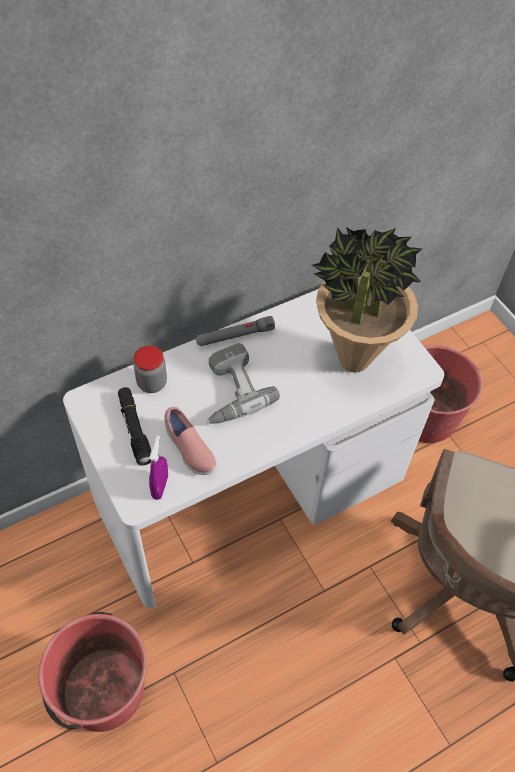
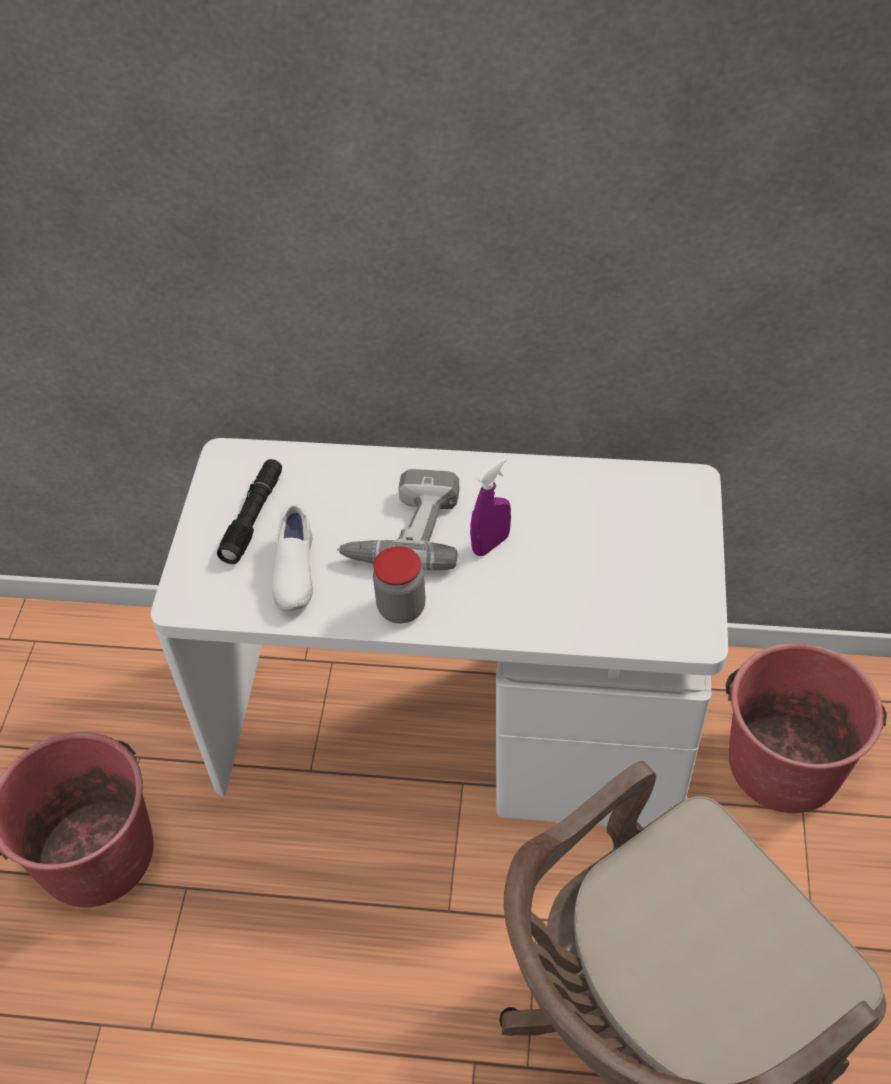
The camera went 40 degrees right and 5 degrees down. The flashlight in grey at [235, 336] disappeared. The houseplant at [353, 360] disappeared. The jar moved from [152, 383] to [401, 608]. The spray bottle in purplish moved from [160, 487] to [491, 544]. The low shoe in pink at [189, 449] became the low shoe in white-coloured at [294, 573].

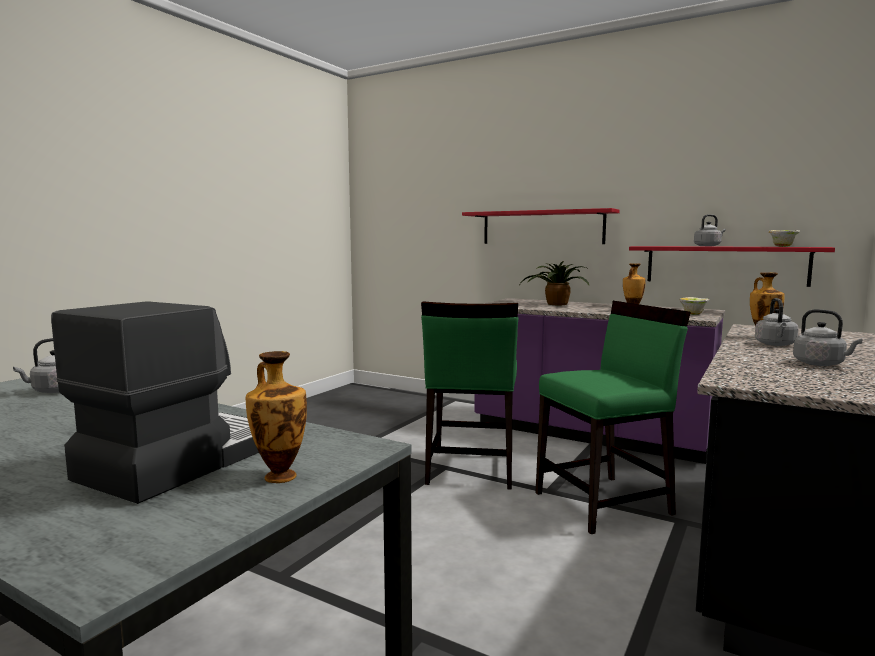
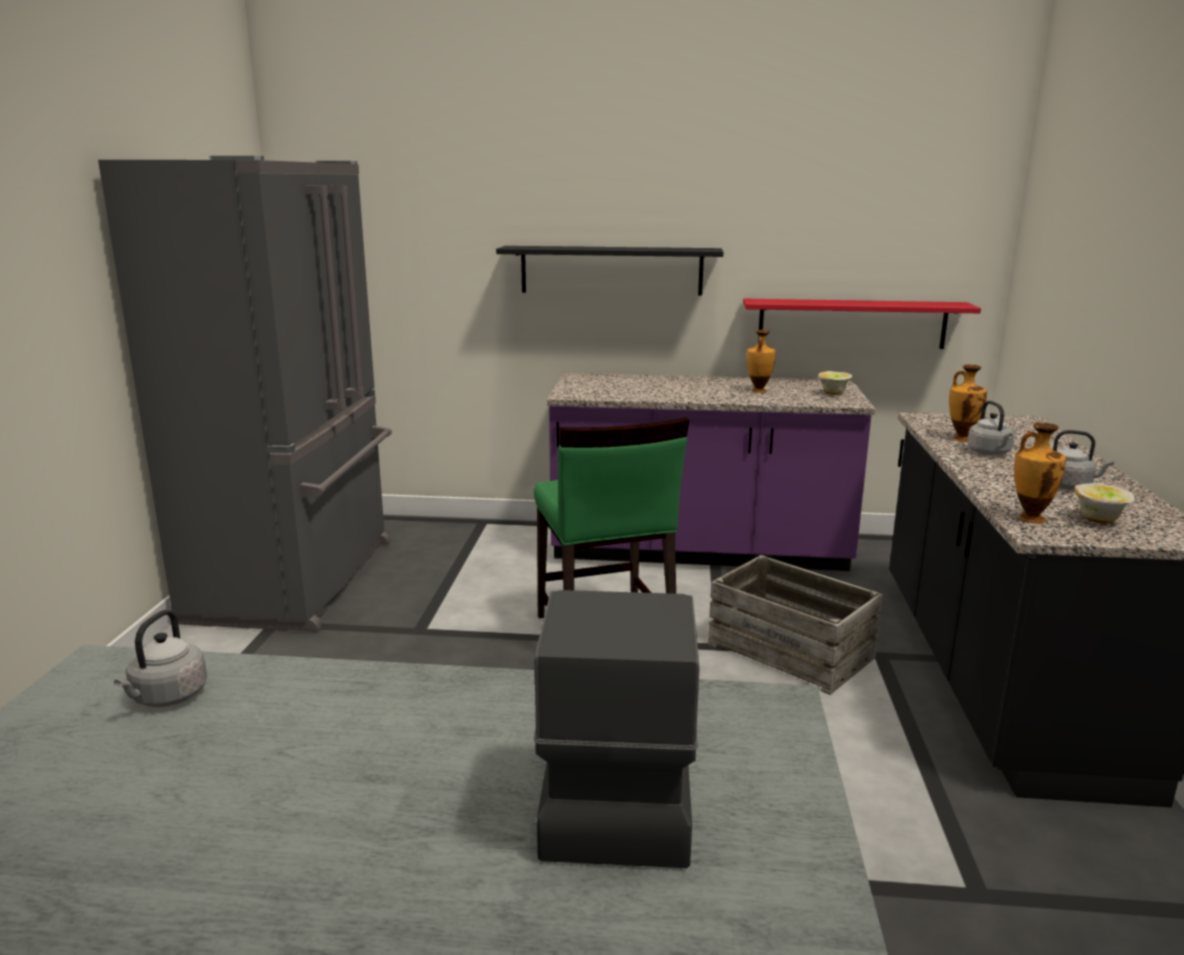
The camera went 25 degrees left and 10 degrees up. The houseplant at [555, 304] disappeared. The water kettle in grey at [708, 246] disappeared. The kitchen fridge in grey at [299, 579] appeared. The decorative vase moved from [279, 476] to [1030, 518]. The serving bowl moved from [783, 246] to [1099, 520]. The upright chair in green-coloured at [604, 503] was replaced by the crate at [791, 650]. The wall shelf in reddish at [542, 227] became the wall shelf in blackish at [611, 270].

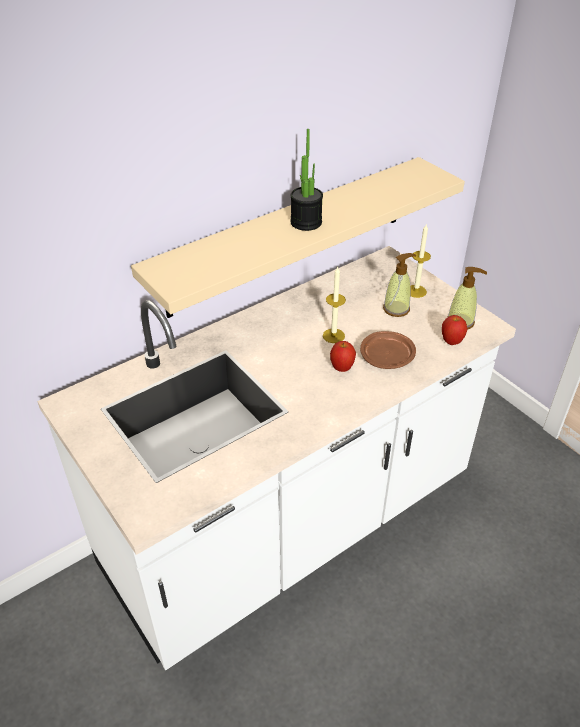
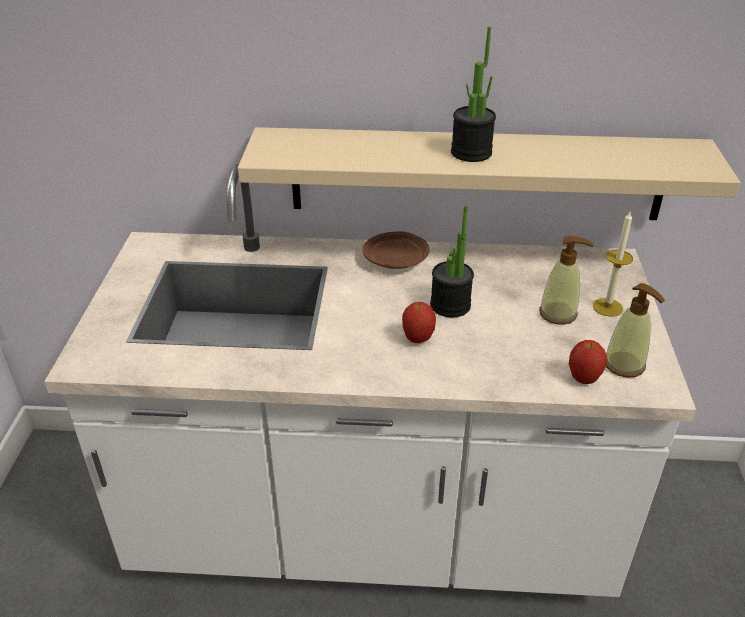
The camera went 40 degrees right and 5 degrees down. The flat dish in brownish moved from [387, 357] to [396, 260]. The wax candle at [333, 336] was replaced by the houseplant at [450, 305].

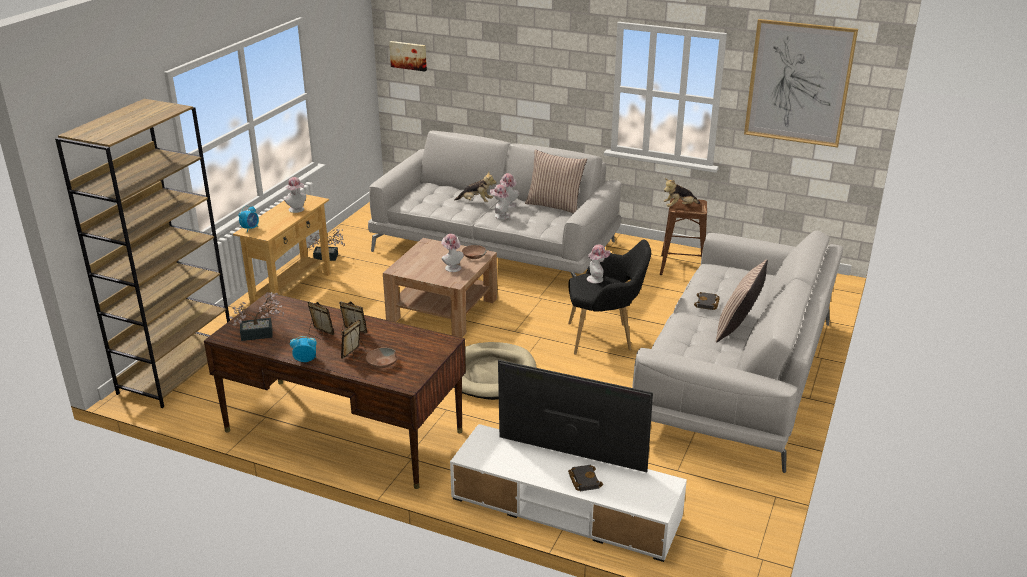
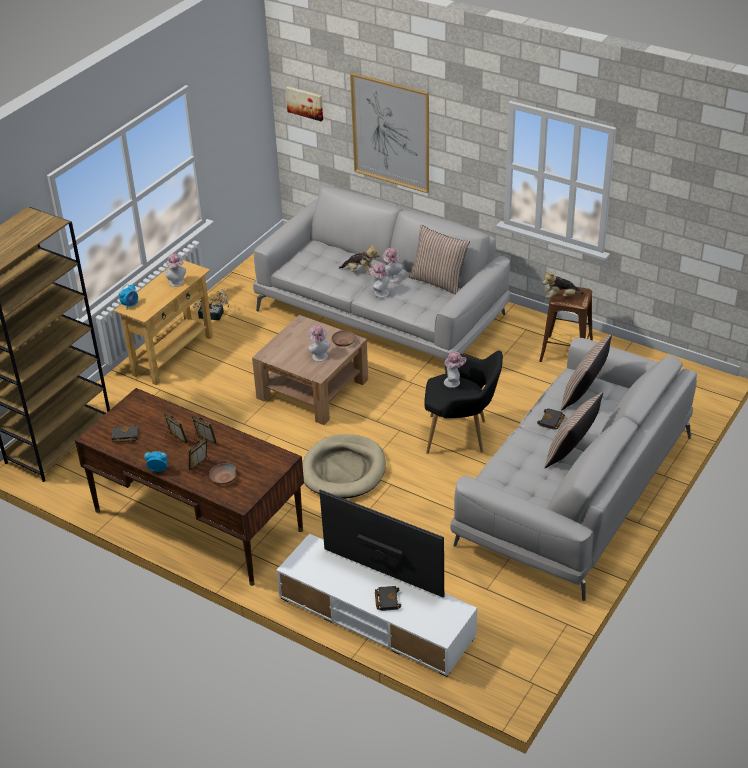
The camera went 10 degrees right and 10 degrees up. The pillow at [584, 395] appeared. The wall picture moved from [798, 83] to [390, 132]. The houseplant at [261, 333] was replaced by the book in blackish at [124, 436].

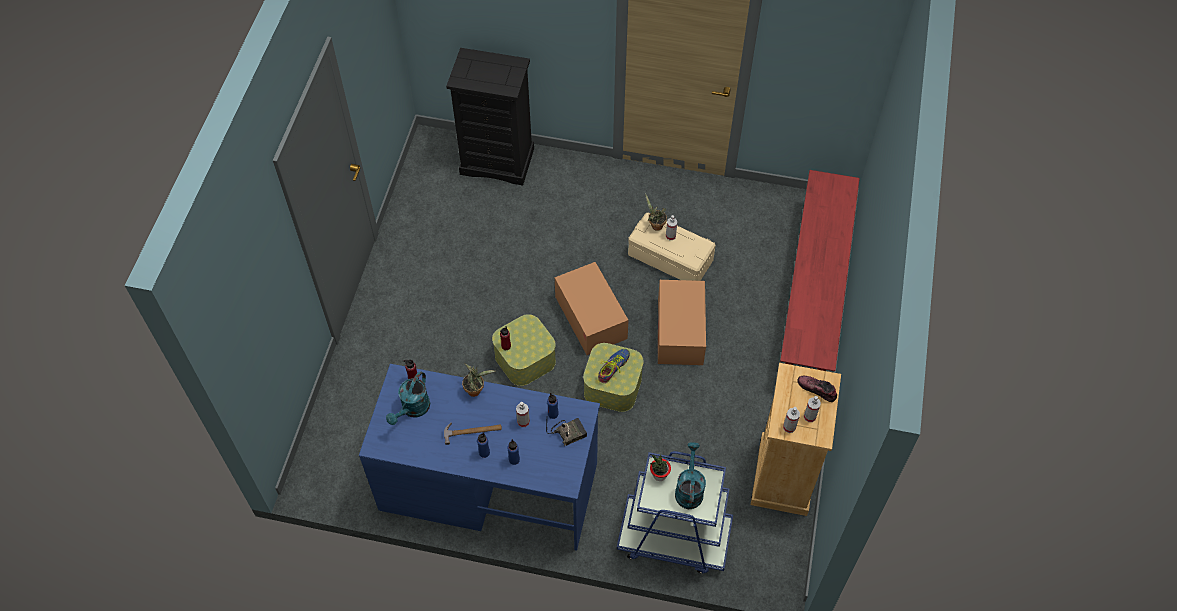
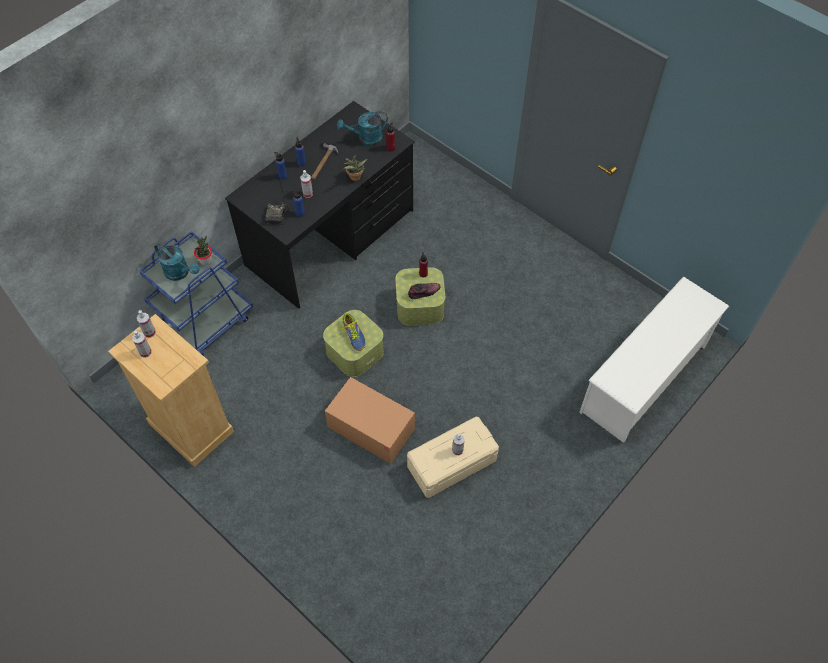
The camera went 120 degrees right and 0 degrees up. The carton at [590, 317] disappeared. The houseplant at [655, 225] disappeared. The indoor bench in reddish at [813, 297] disappeared. The low shoe moved from [817, 390] to [424, 292]. The dresser in blackish at [497, 161] was replaced by the shoe stand in white-coloured at [644, 378]. The desk in blue-coloured at [488, 485] became the desk in blackish at [331, 237]. The watering can in turquoise at [413, 409] turned 75 degrees counterclockwise.

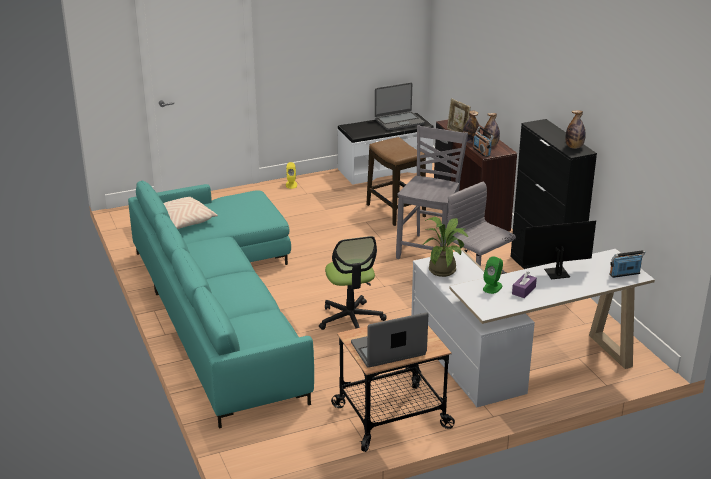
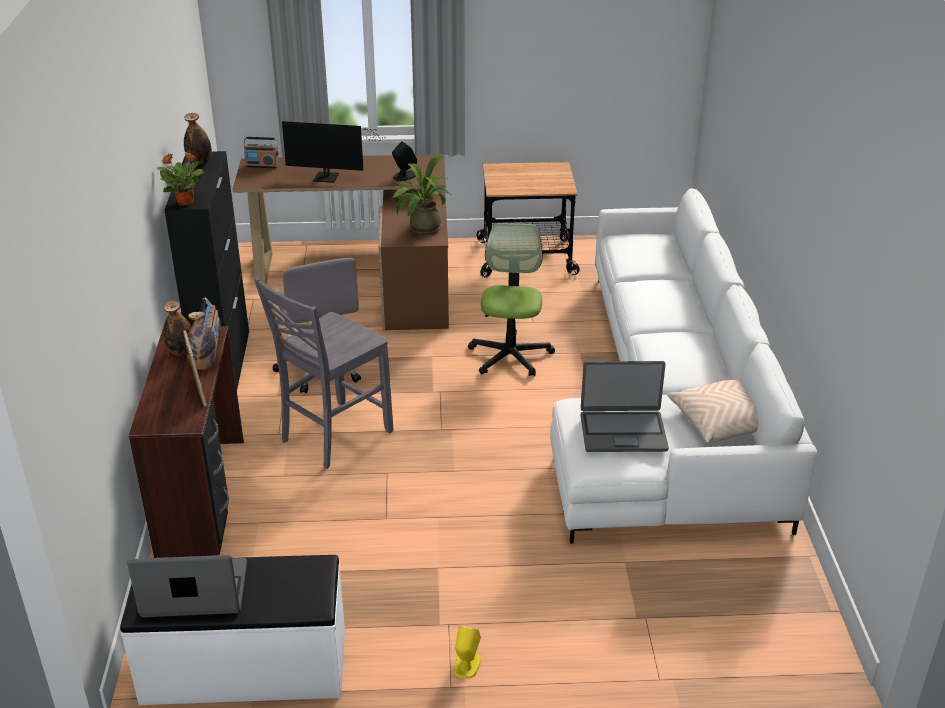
The camera went 160 degrees left and 5 degrees up. The sitting stool at [395, 211] disappeared. The box of tissues in purplish at [523, 290] disappeared. The houseplant at [186, 202] appeared. The portable computer moved from [388, 350] to [623, 432]. The couch in turquoise at [222, 308] became the couch in white-coloured at [668, 404]. The desk in white-coloured at [516, 361] became the desk in brownish at [367, 278]. The audio speaker in green-coloured at [492, 287] became the audio speaker in blackish at [404, 176].

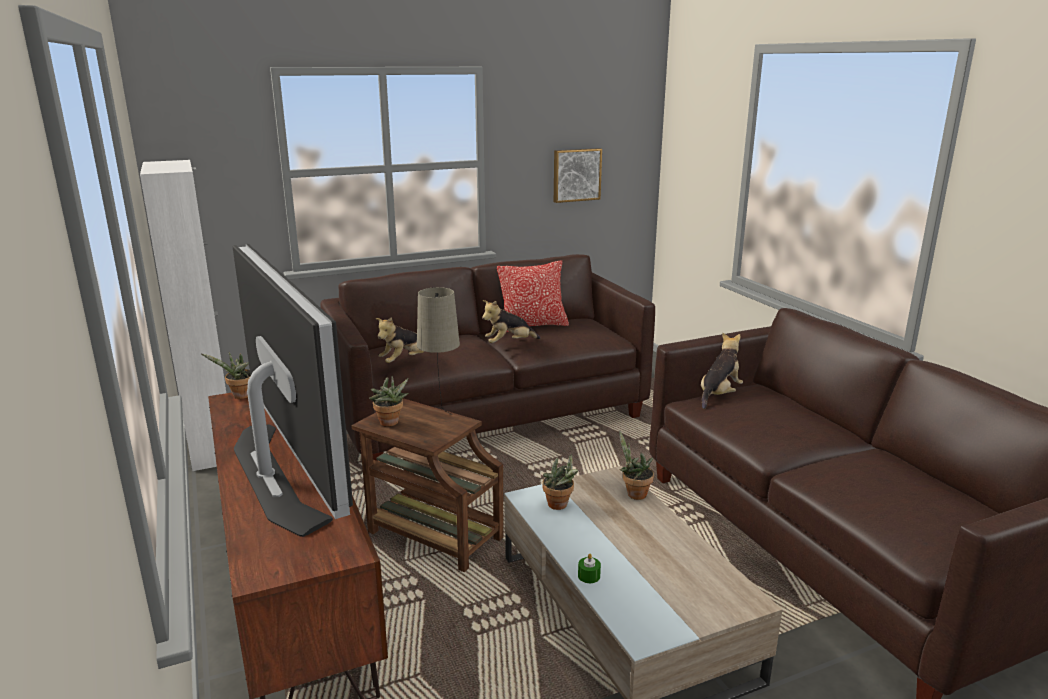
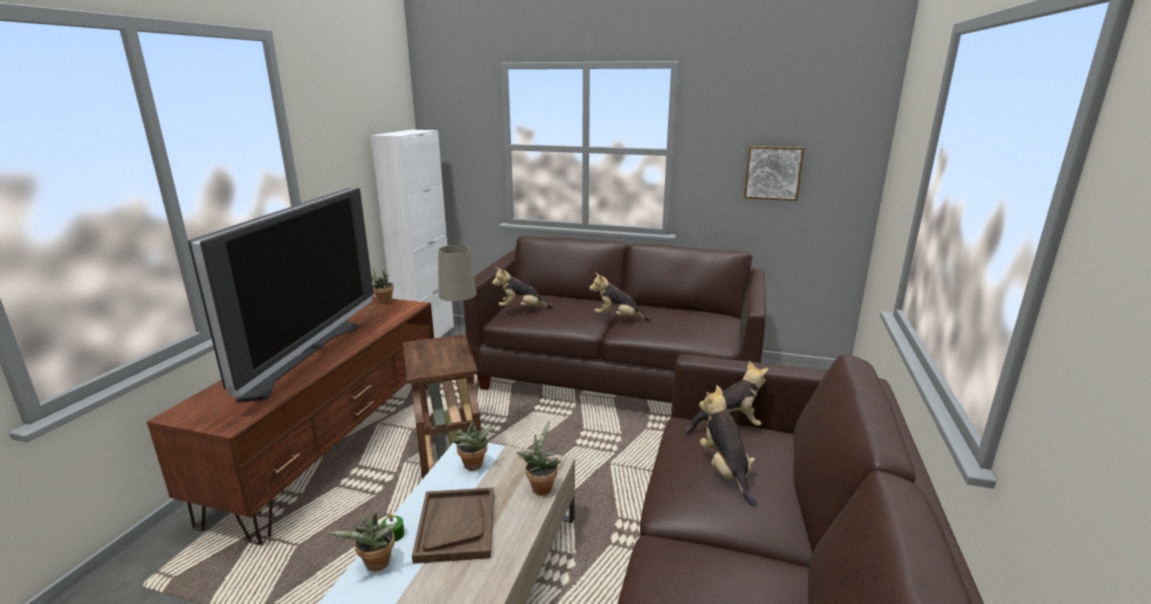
The camera went 40 degrees right and 0 degrees up. The pillow at [533, 326] disappeared. The serving tray in brownish at [456, 526] appeared. The cuddly toy at [725, 471] appeared. The houseplant moved from [390, 423] to [376, 565].

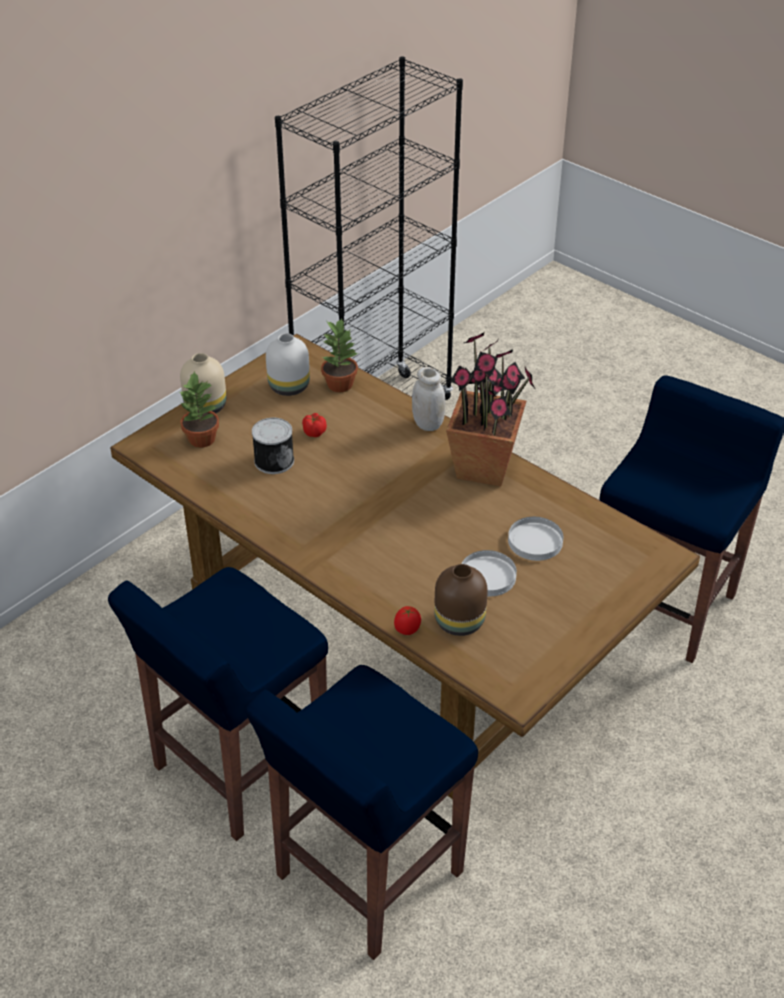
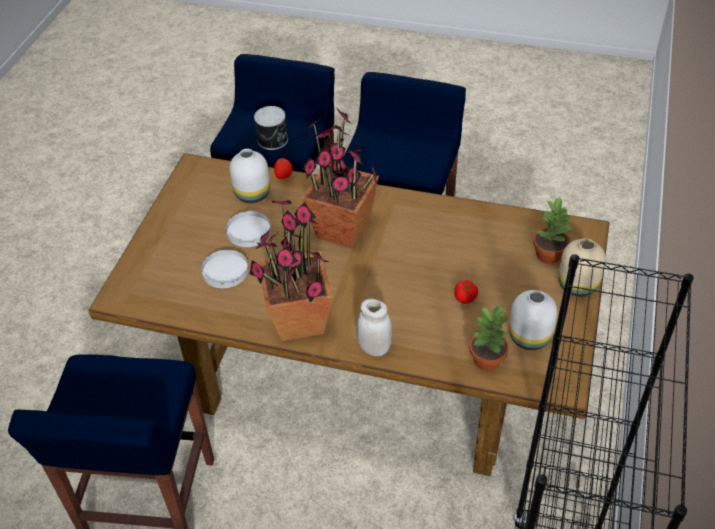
The camera went 155 degrees right and 5 degrees up. The houseplant at [342, 230] appeared. The can moved from [273, 460] to [273, 140]. The decorative vase in brownish at [458, 622] became the decorative vase in white-coloured at [253, 193].

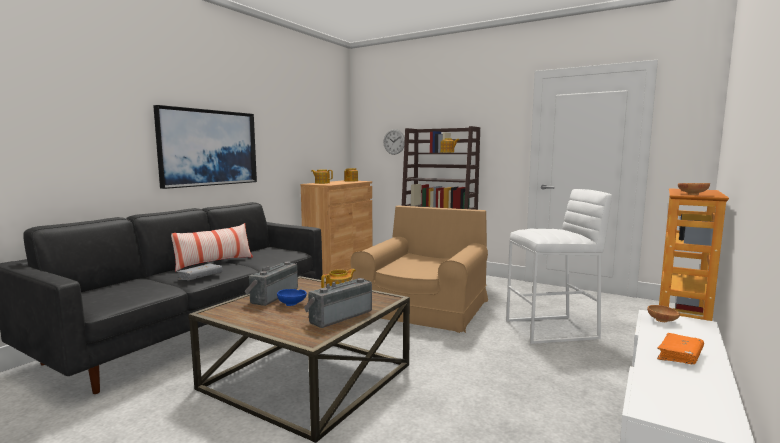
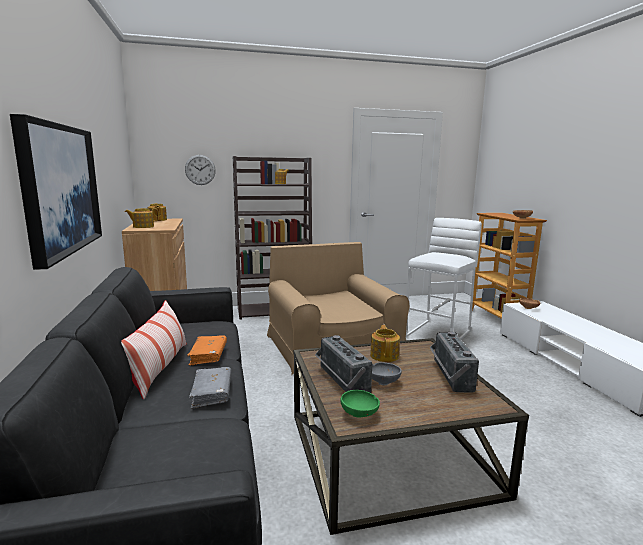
The camera went 45 degrees left and 5 degrees up. The serving bowl in green-coloured at [360, 414] appeared. The book in orange moved from [679, 355] to [208, 355]. The serving bowl in blue-coloured at [292, 304] became the serving bowl in grey at [383, 381].

